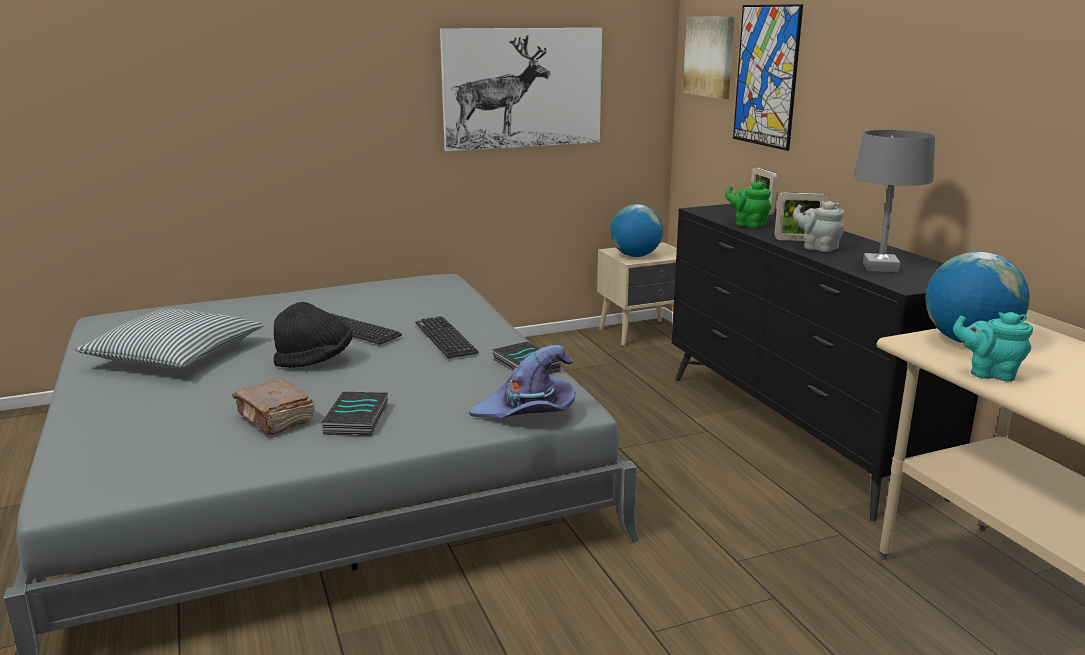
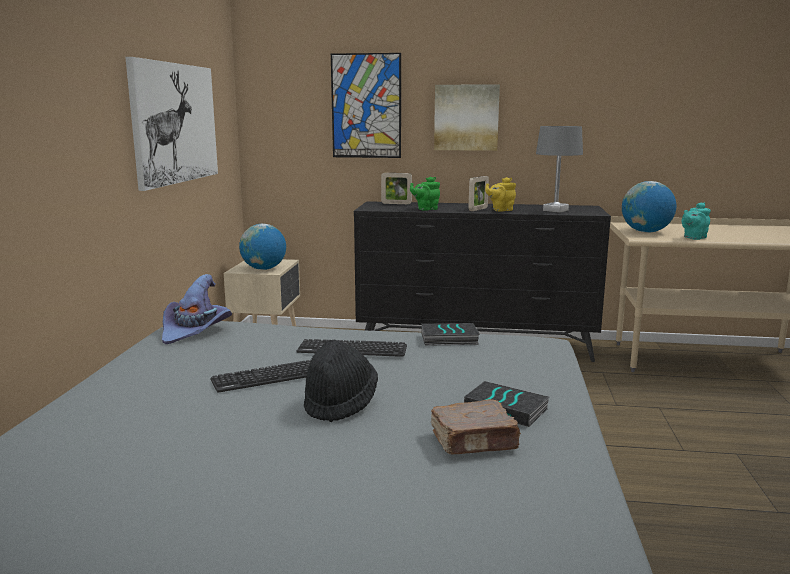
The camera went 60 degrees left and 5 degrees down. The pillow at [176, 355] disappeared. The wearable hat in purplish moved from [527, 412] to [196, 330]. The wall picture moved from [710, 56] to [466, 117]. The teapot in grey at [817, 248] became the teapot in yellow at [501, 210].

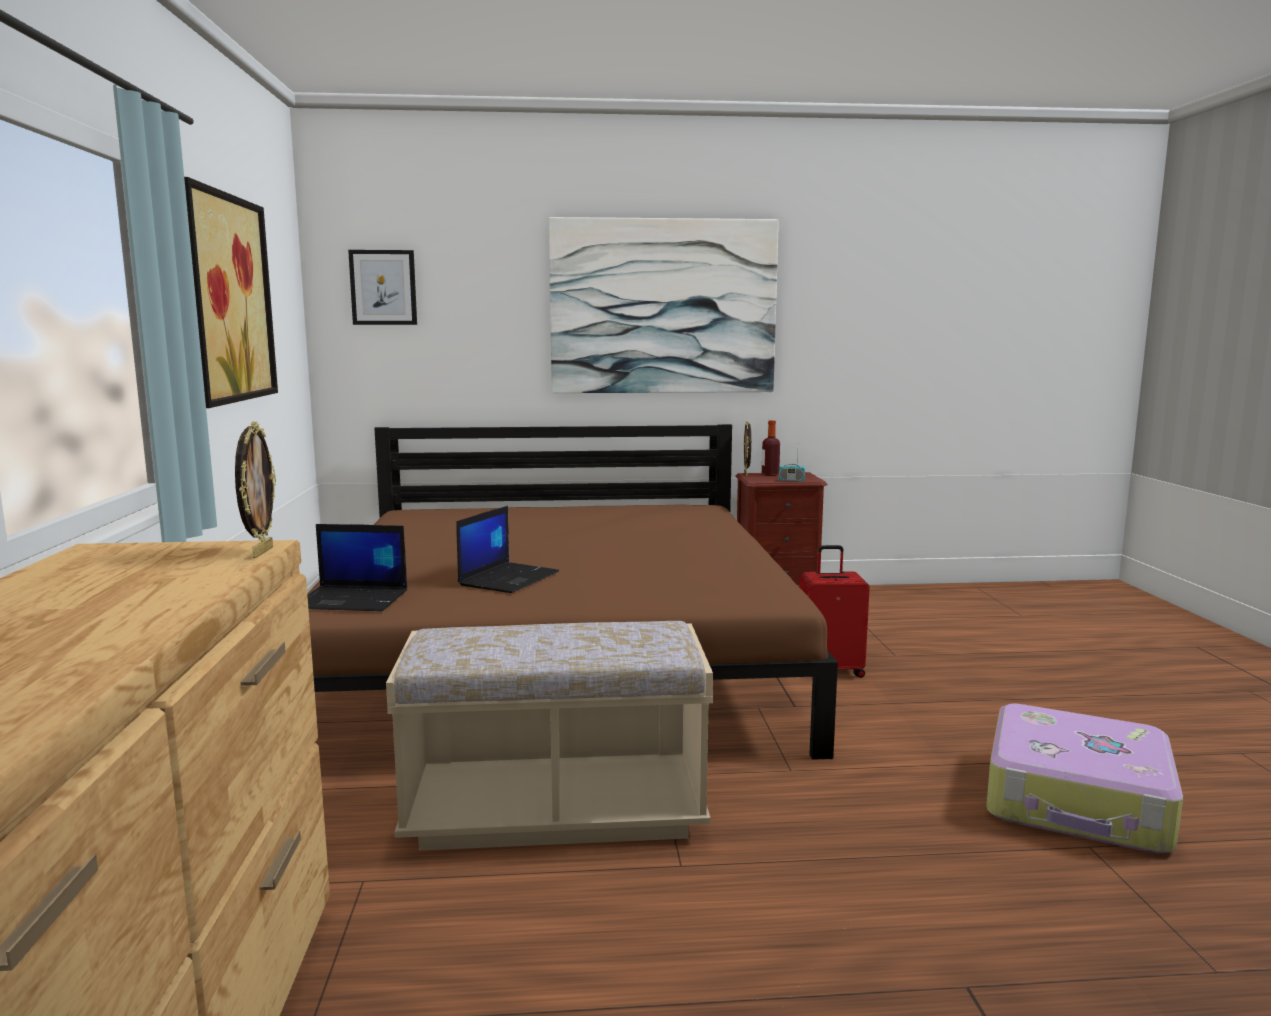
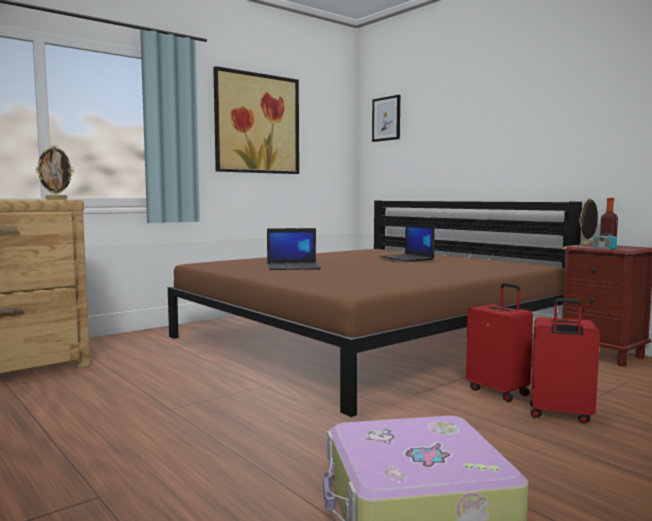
The camera went 55 degrees right and 5 degrees down. The indoor bench in beige at [555, 811] disappeared. The wall picture at [663, 307] disappeared. The travel case in reddish at [560, 415] appeared. The portable computer moved from [353, 600] to [407, 258].

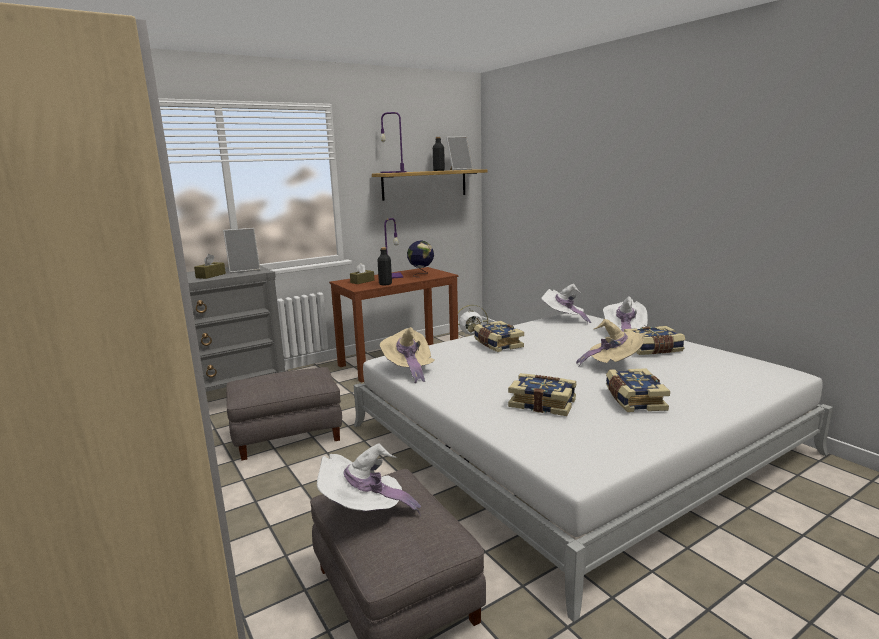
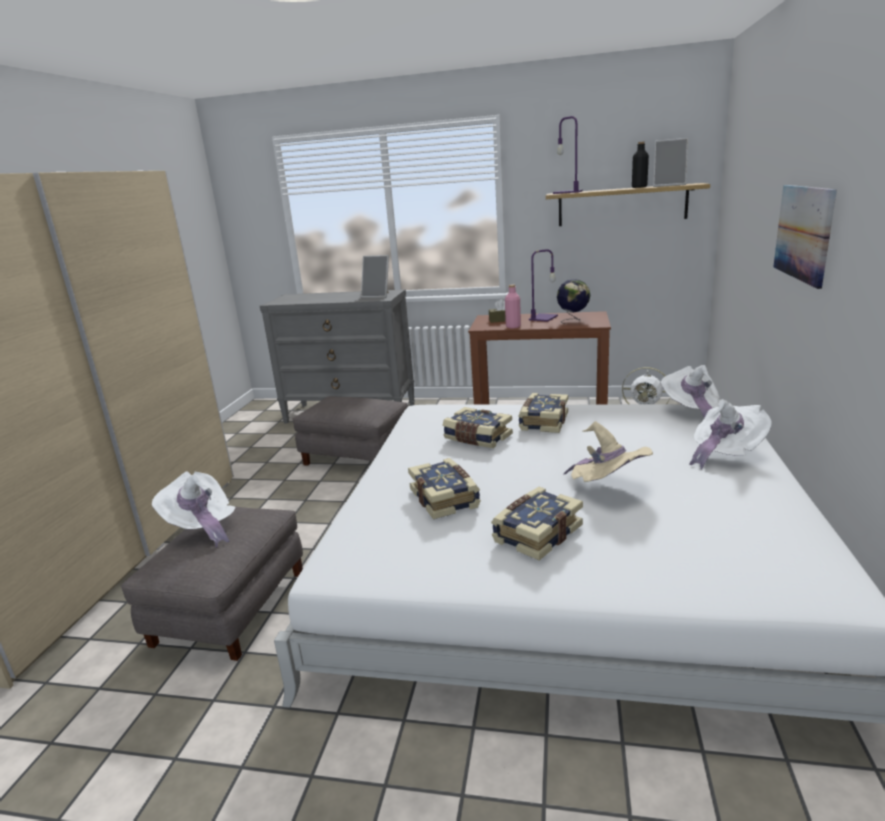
The camera went 45 degrees right and 5 degrees up. The box of tissues in brownish at [211, 275] disappeared. The wearable hat in beige at [409, 370] disappeared. The wall picture at [803, 233] appeared. The book moved from [653, 349] to [477, 438]. The bottle in blackish at [385, 284] became the bottle in pink at [513, 326].

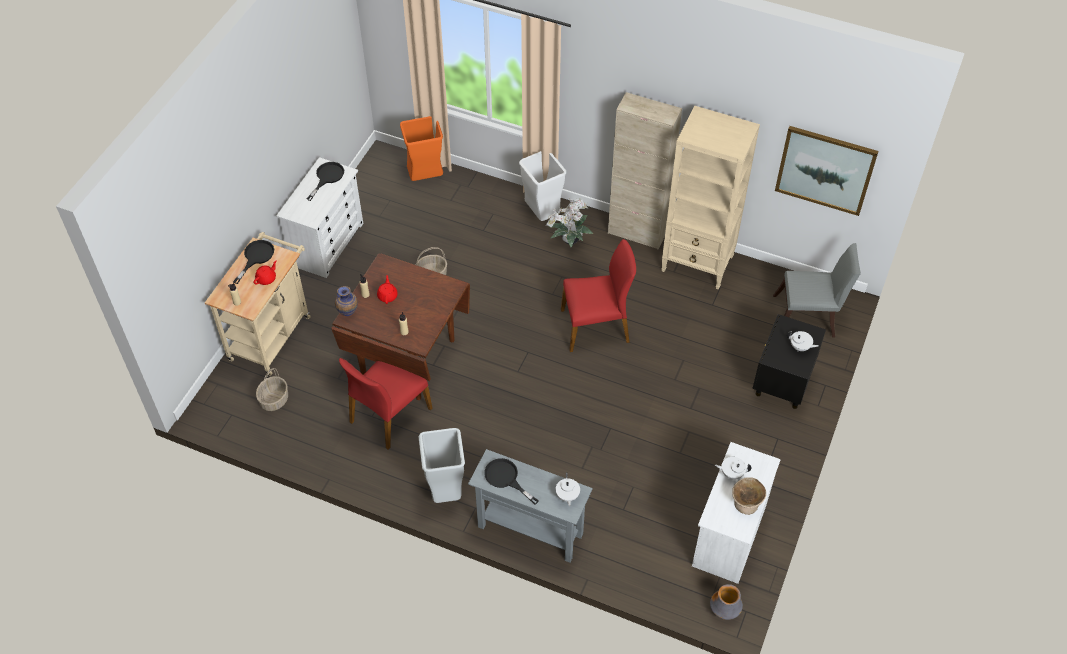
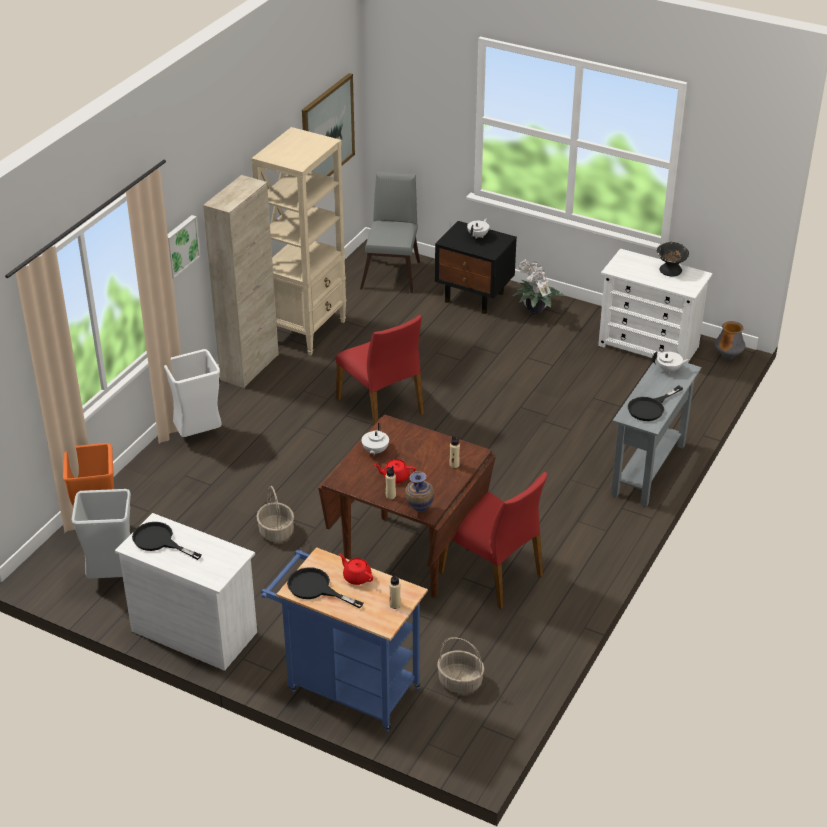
The camera went 85 degrees left and 15 degrees down. The wall picture at [180, 246] appeared. The rubbish bin in grey moved from [446, 491] to [113, 578]. The houseplant moved from [569, 240] to [535, 312]. The teapot in white-coloured moved from [731, 473] to [375, 451]. The cart in beige at [272, 333] became the cart in blue-coloured at [346, 687]. The serving bowl in beige at [746, 504] became the serving bowl in blackish at [670, 270]. The upright chair in reddish at [596, 326] turned 150 degrees clockwise.

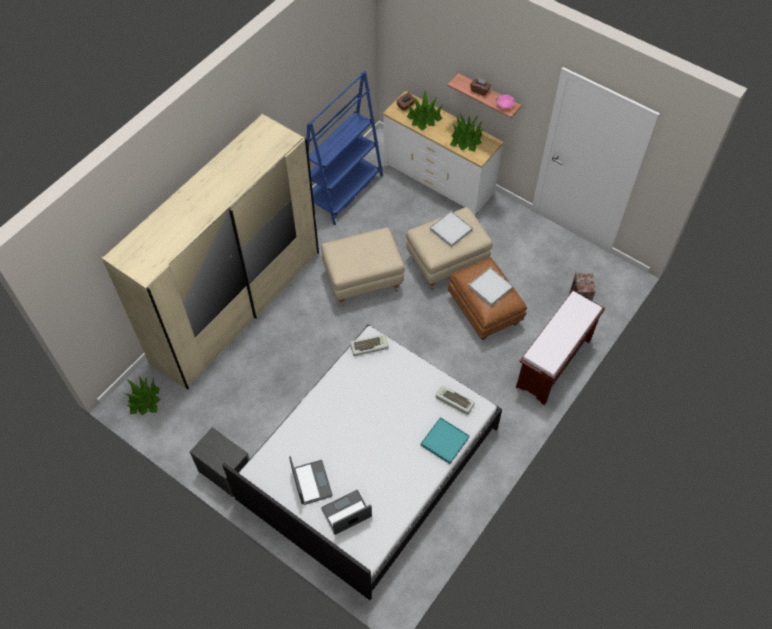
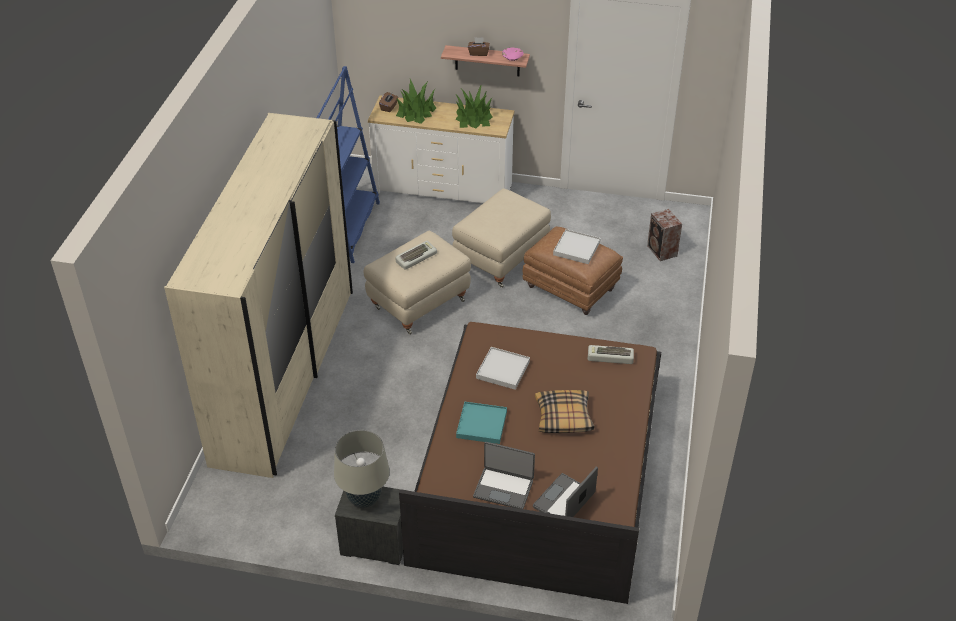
The camera went 25 degrees left and 15 degrees down. The houseplant at [144, 400] disappeared. The indoor bench in brownish at [553, 364] disappeared. The table lamp in beige at [364, 499] appeared. The pillow at [563, 417] appeared. The PC keyboard moved from [369, 346] to [416, 257]. The serving tray in turquoise moved from [444, 441] to [481, 424]. The serving tray in white-coloured moved from [451, 230] to [503, 370]. The sleeping bed in white-coloured at [369, 463] became the sleeping bed in brownish at [539, 471]. The portable computer at [311, 483] turned 150 degrees clockwise.

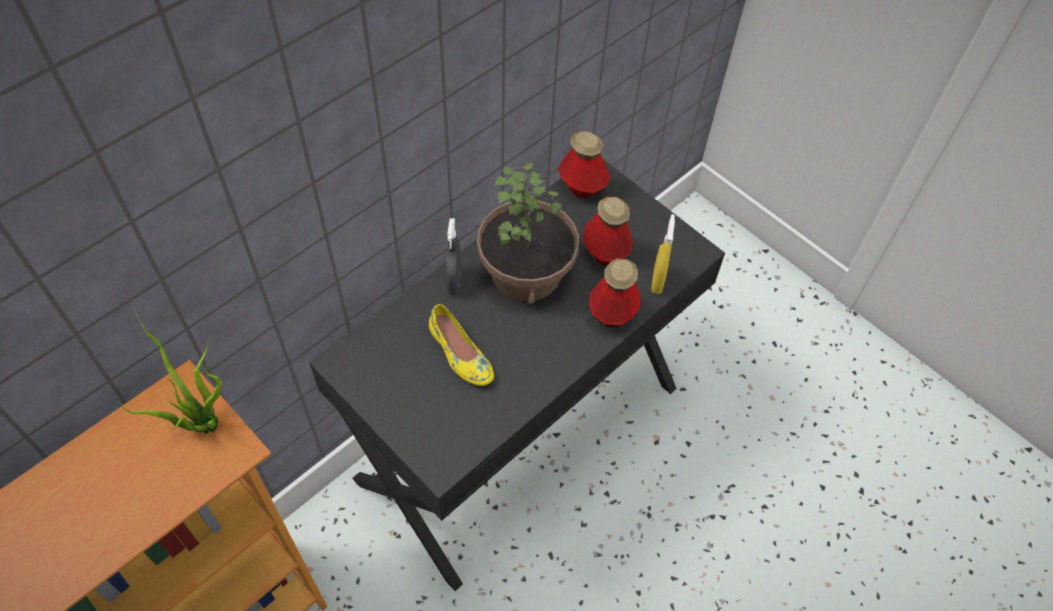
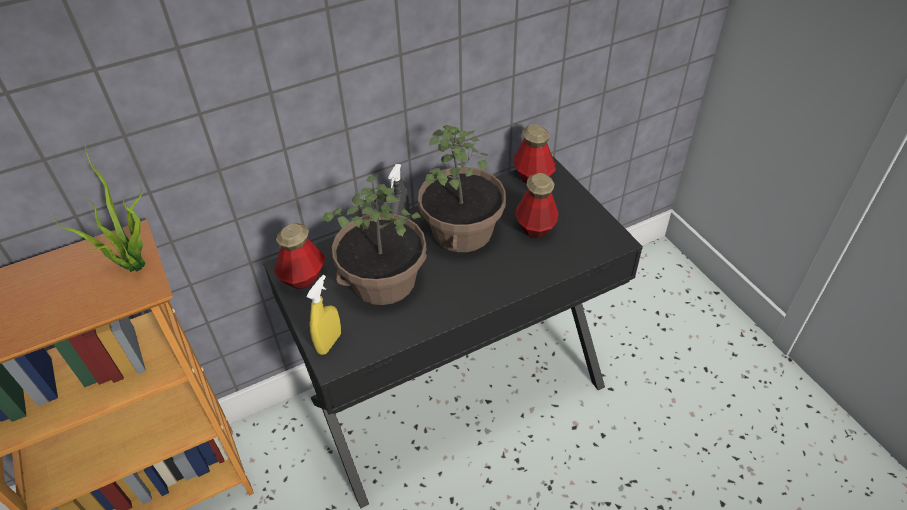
The camera went 20 degrees right and 10 degrees down. The bottle moved from [612, 312] to [303, 277]. The spray bottle in yellow moved from [657, 281] to [329, 343]. The low shoe in yellow at [460, 354] was replaced by the houseplant at [383, 280].

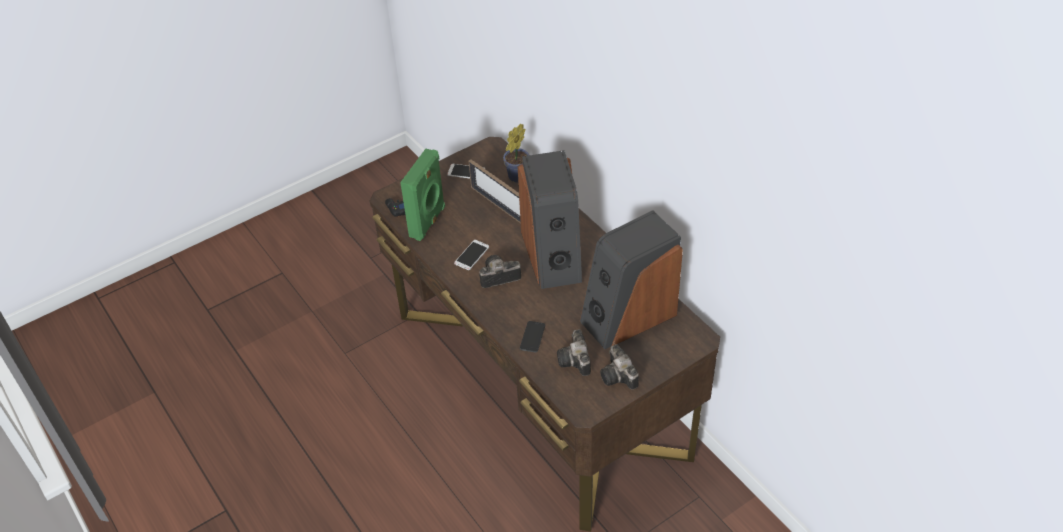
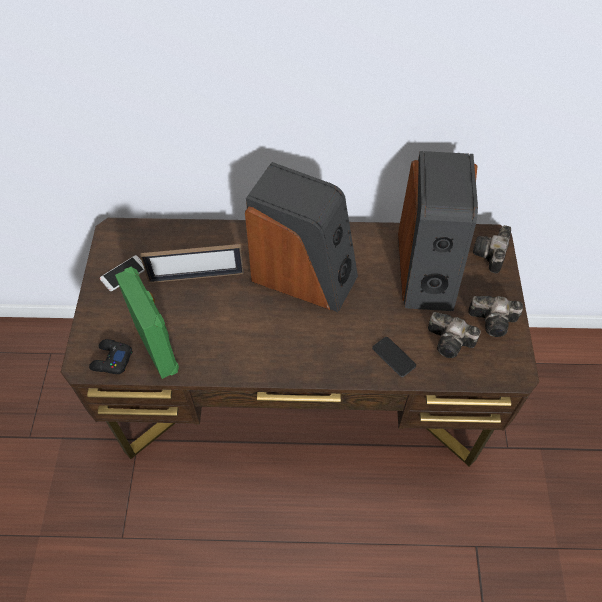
The camera went 55 degrees left and 10 degrees up. The phone at [471, 255] disappeared. The houseplant at [515, 178] disappeared. The photo camera moved from [497, 277] to [491, 256].

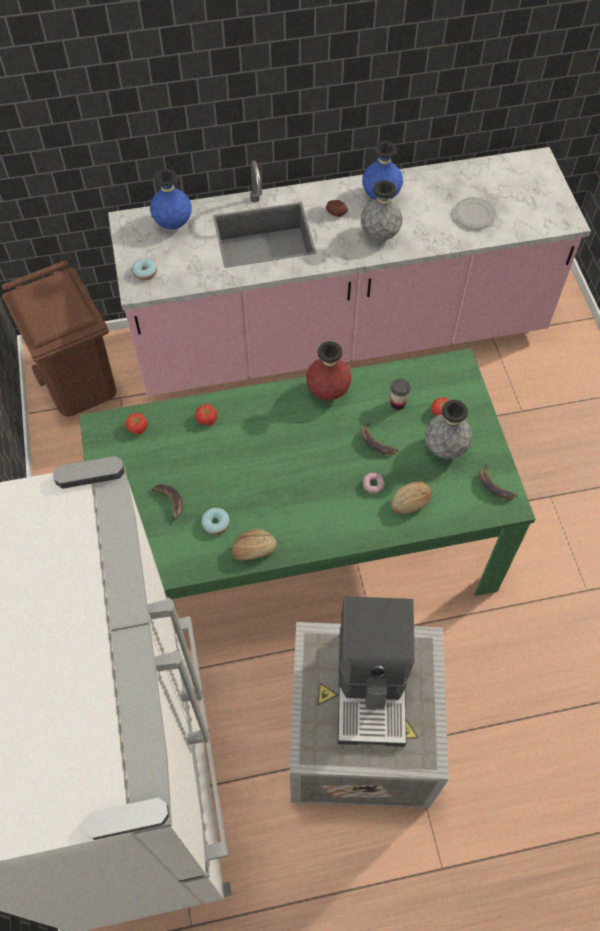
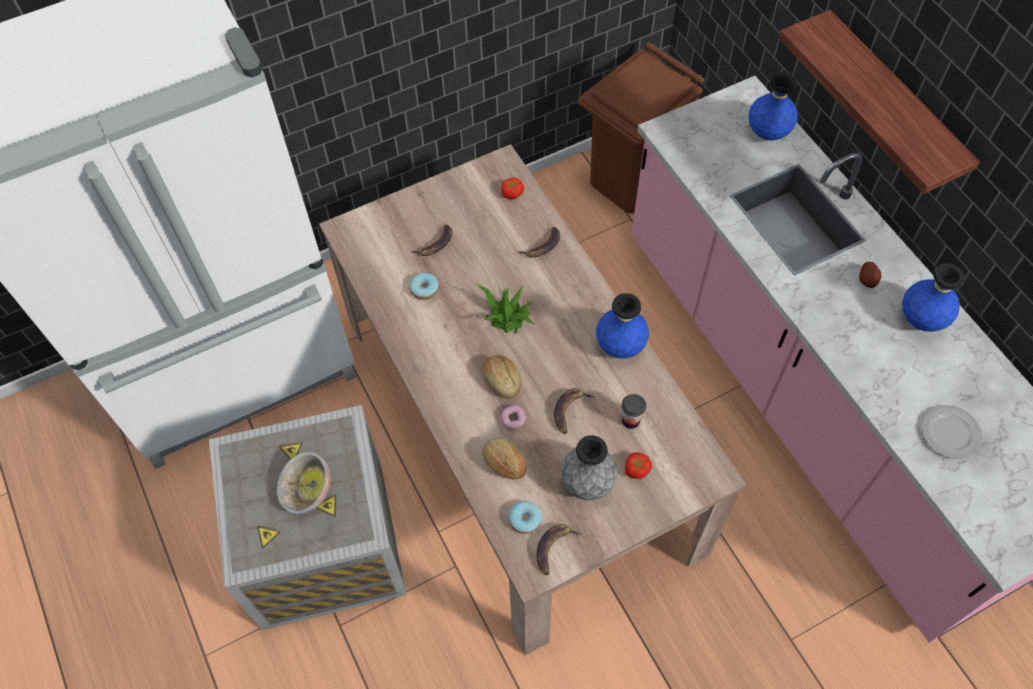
The camera went 75 degrees right and 0 degrees up. The decorative vase in grey at [379, 235] disappeared. The houseplant at [506, 315] appeared. The wall shelf at [891, 104] appeared. The doughnut moved from [145, 272] to [525, 519]. The baked bread moved from [254, 549] to [502, 380]. The whole tomato at [206, 419] was replaced by the banana fruit at [543, 246]. The coffee machine at [373, 686] was replaced by the serving bowl at [308, 492]. The dining table in green-coloured at [299, 544] became the dining table in beige at [518, 431]. The decorative vase in reddish at [328, 391] became the decorative vase in blue-coloured at [620, 346].

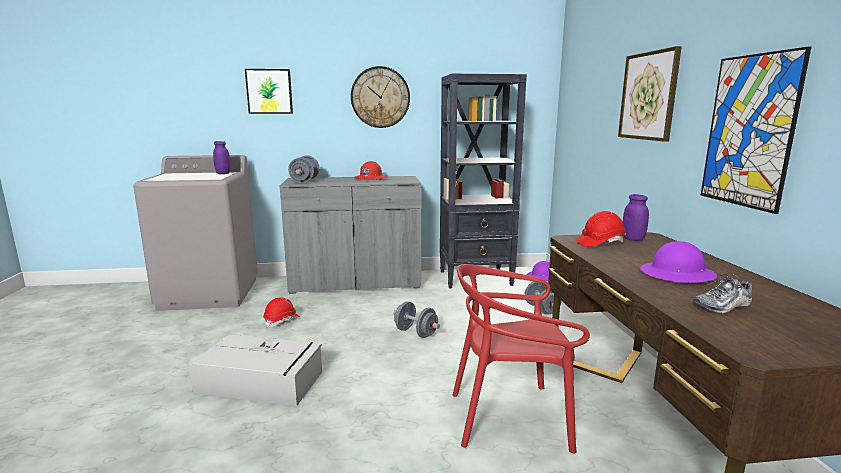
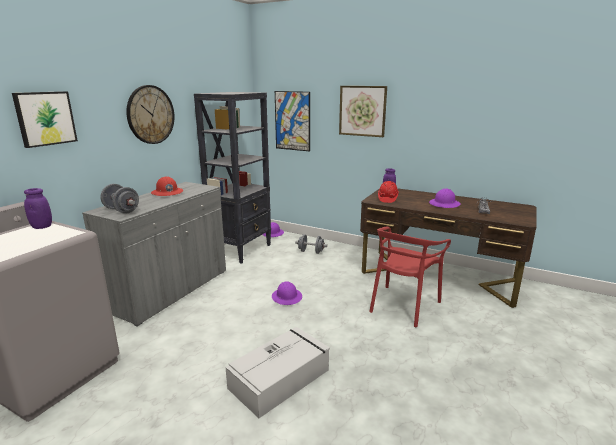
The camera went 55 degrees left and 5 degrees up. The safety helmet in reddish at [282, 320] disappeared. The wall picture moved from [749, 131] to [292, 121]. The dumbbell in grey at [416, 332] was replaced by the safety helmet in purplish at [287, 297].

